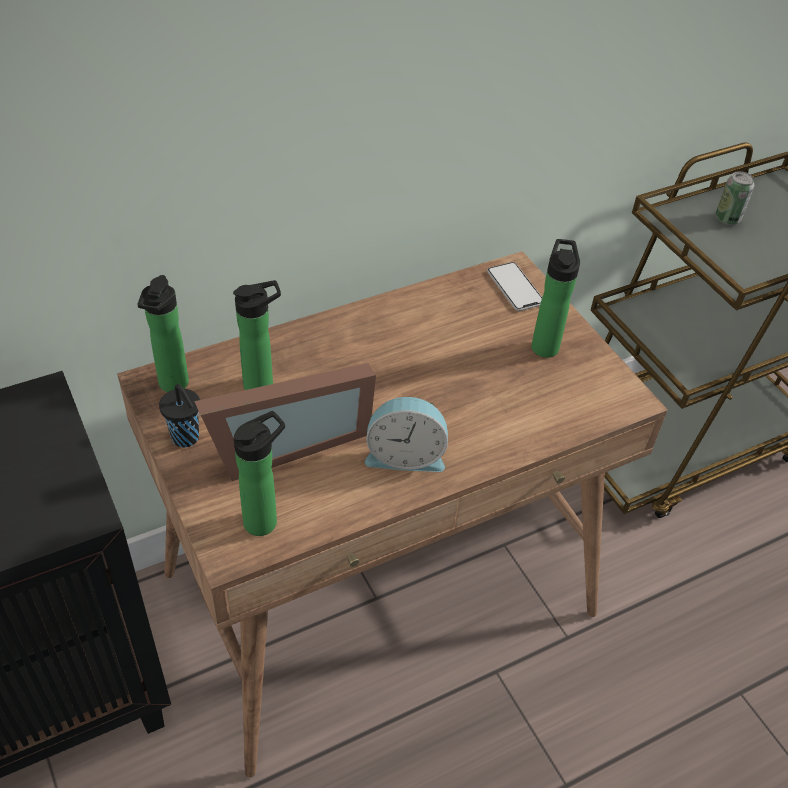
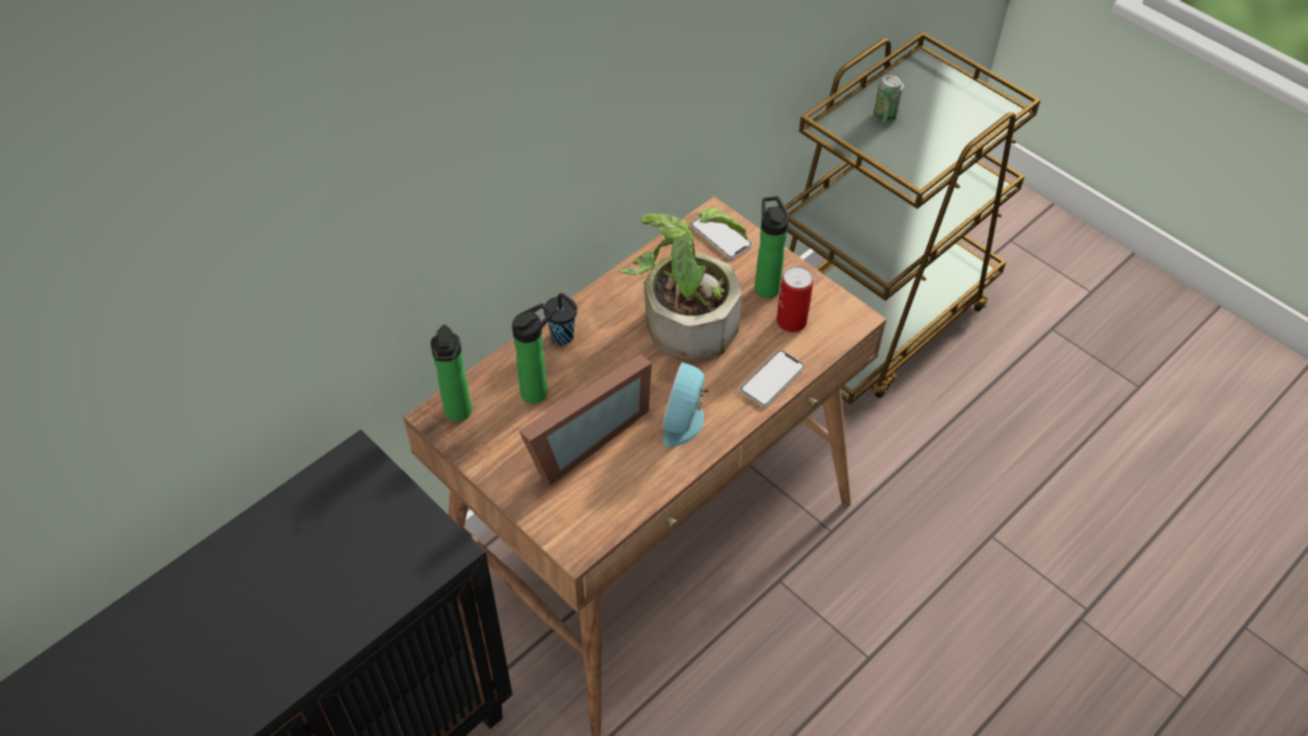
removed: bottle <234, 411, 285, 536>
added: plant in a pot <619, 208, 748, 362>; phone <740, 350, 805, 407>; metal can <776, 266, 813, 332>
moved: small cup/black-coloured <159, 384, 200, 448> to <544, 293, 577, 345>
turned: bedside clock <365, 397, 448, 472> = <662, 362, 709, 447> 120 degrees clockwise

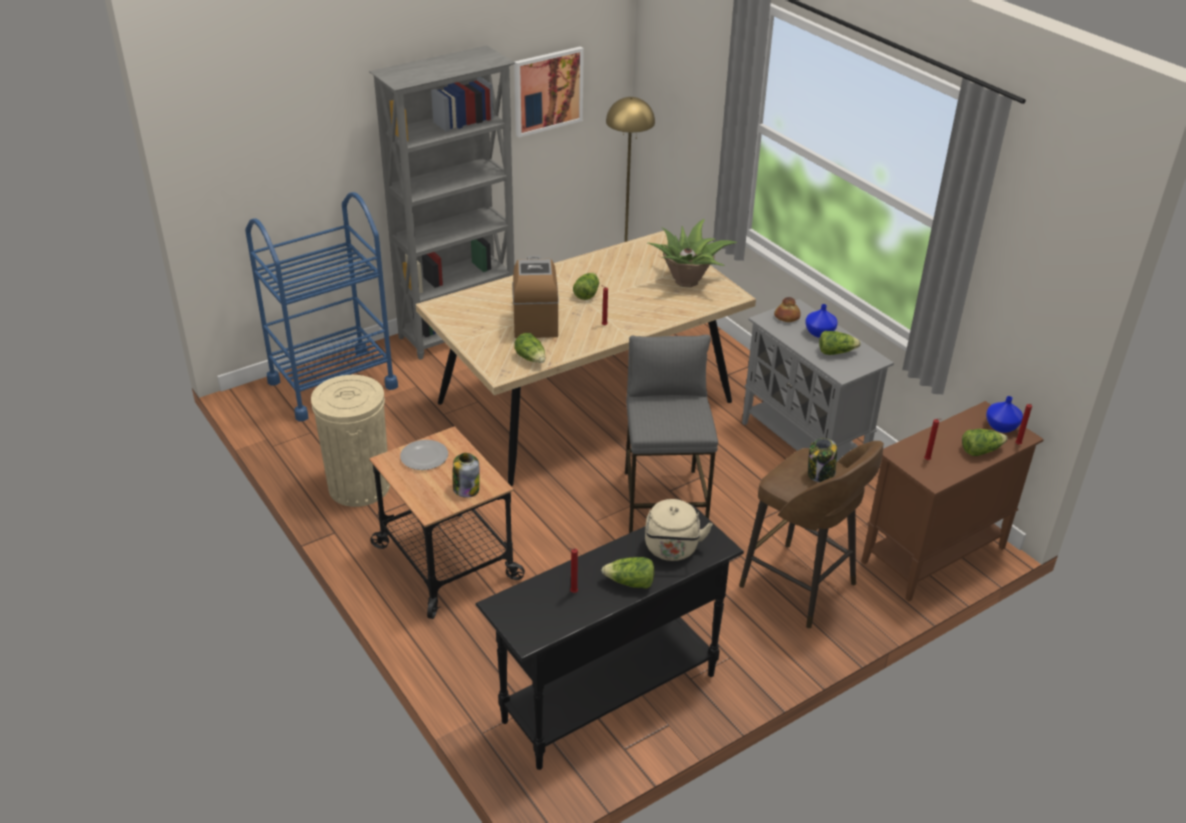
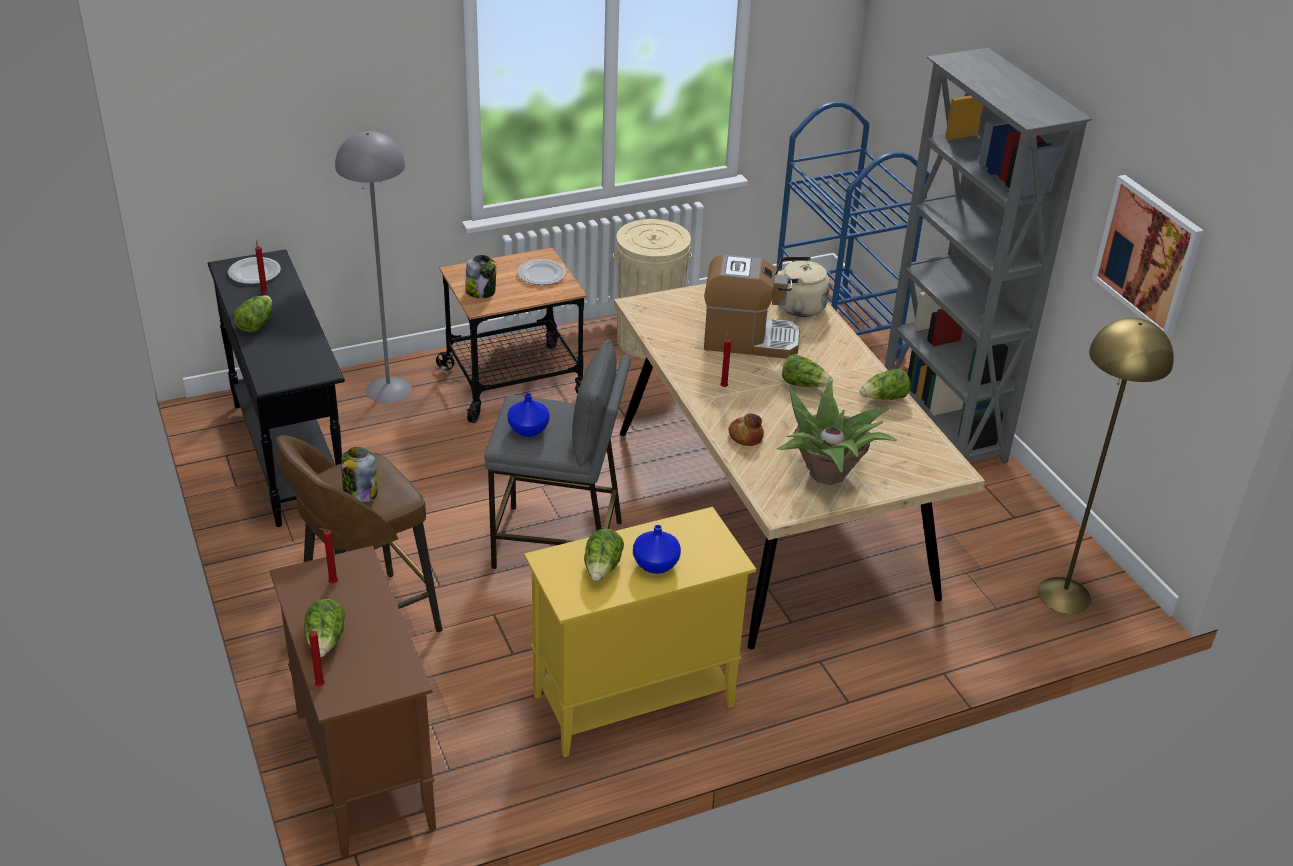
added: flat dish <228, 257, 281, 284>; standard lamp/greyish <335, 131, 412, 403>
moved: decorative vase/blue <986, 396, 1023, 433> to <507, 393, 550, 437>; baked bread <774, 297, 801, 322> to <728, 414, 764, 446>; water kettle/beige <645, 499, 713, 561> to <775, 256, 830, 317>; lettuce head <515, 333, 546, 363> to <860, 369, 911, 400>
recoloured: cupboard/greyish <742, 299, 894, 461> to cupboard/yellow <524, 507, 756, 757>

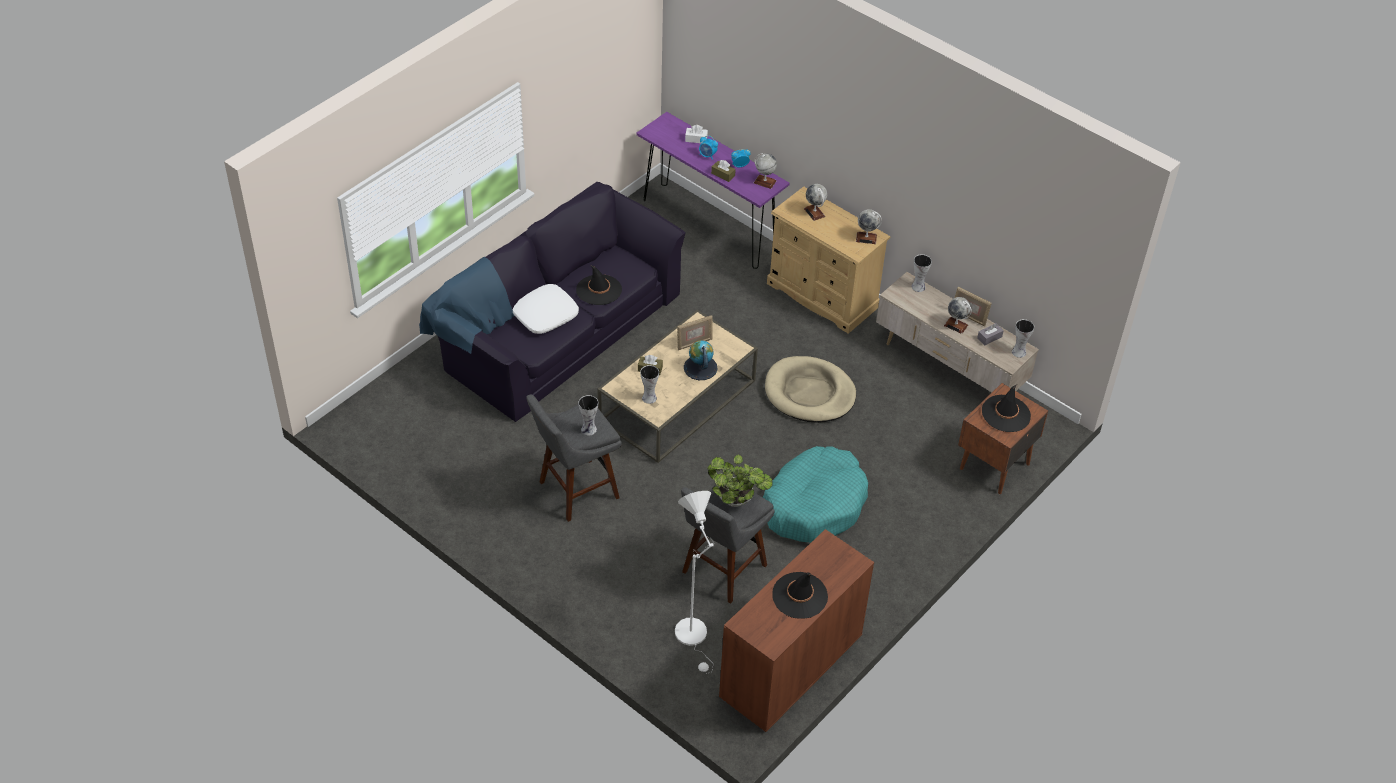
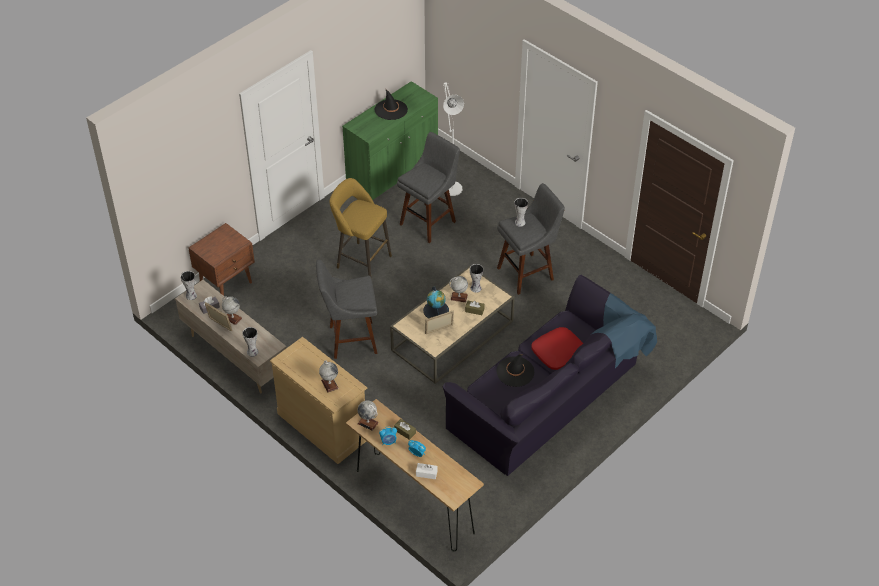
removed: plant in a pot <707, 455, 773, 507>; hat/black-coloured <982, 384, 1031, 432>
moved: desk globe <856, 209, 882, 244> to <449, 276, 468, 302>
replaced: dog cushion/beige <765, 356, 856, 423> to stool seat/greyish <316, 260, 377, 359>; dog cushion/turquoise <763, 446, 868, 542> to stool seat/yellow <329, 178, 392, 277>
recoloured: cupboard/brown-coloured <719, 529, 874, 733> to cupboard/green <342, 81, 438, 200>; hall table/purple-coloured <636, 112, 790, 269> to hall table/brown-coloured <346, 399, 484, 551>; throw pillow/white-coloured <512, 284, 579, 334> to throw pillow/red <531, 327, 583, 370>

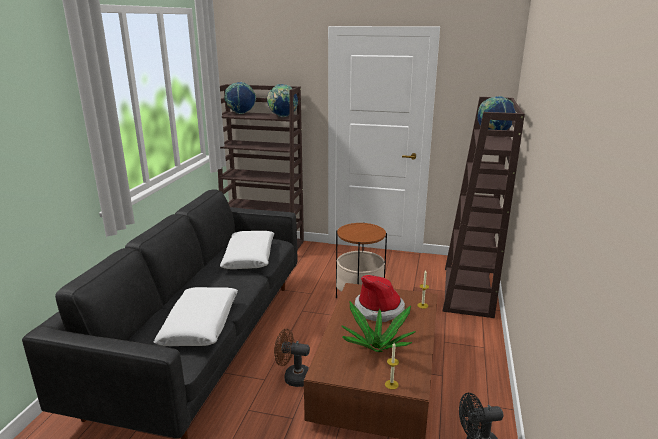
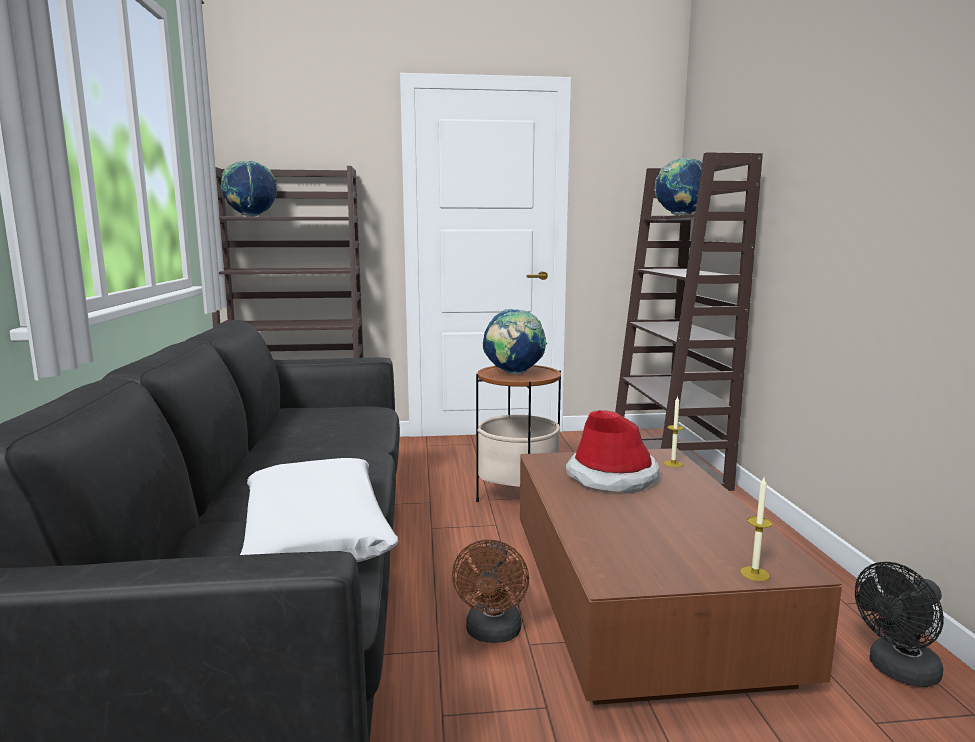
removed: throw pillow/white-coloured <220, 231, 274, 269>; plant in a pot <342, 302, 416, 352>
moved: desk globe <267, 84, 298, 117> to <482, 309, 547, 375>
turned: fan/brown-coloured <274, 329, 310, 387> = <452, 539, 529, 643> 75 degrees counterclockwise

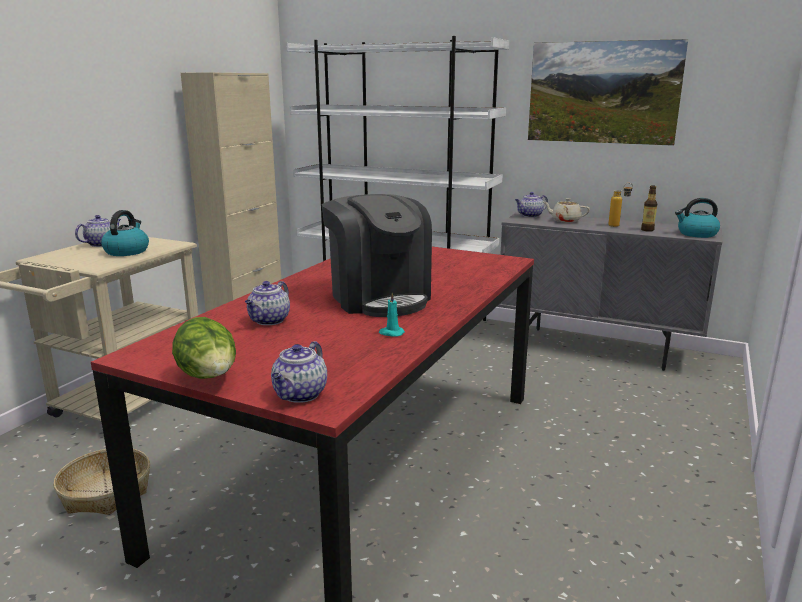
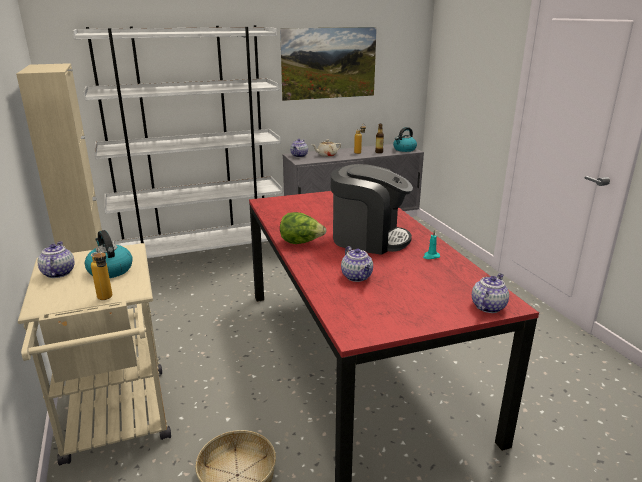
added: bottle <91, 248, 112, 300>
moved: lettuce head <172, 317, 236, 379> to <280, 212, 326, 244>
turned: pot for tea <271, 341, 327, 403> = <472, 273, 509, 313> 120 degrees counterclockwise

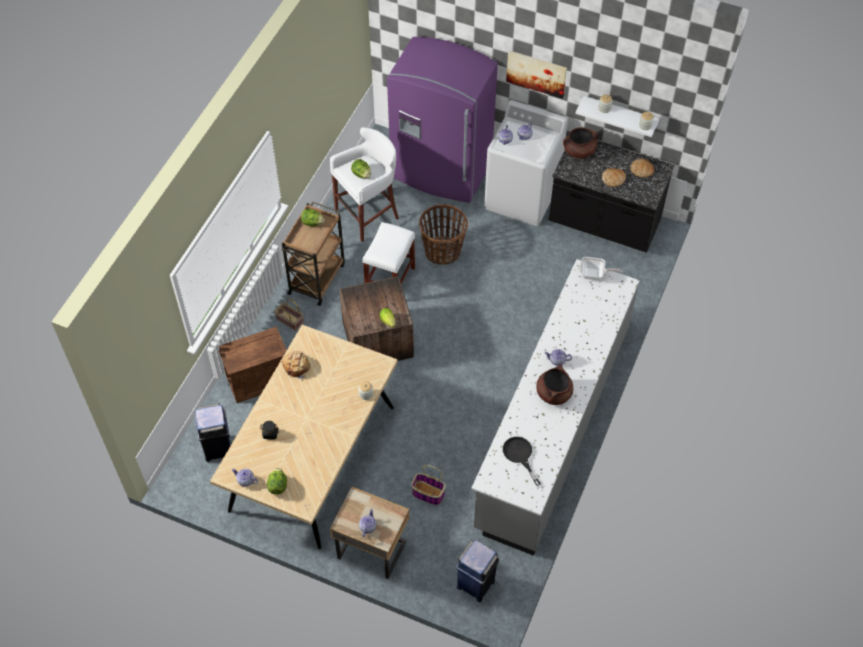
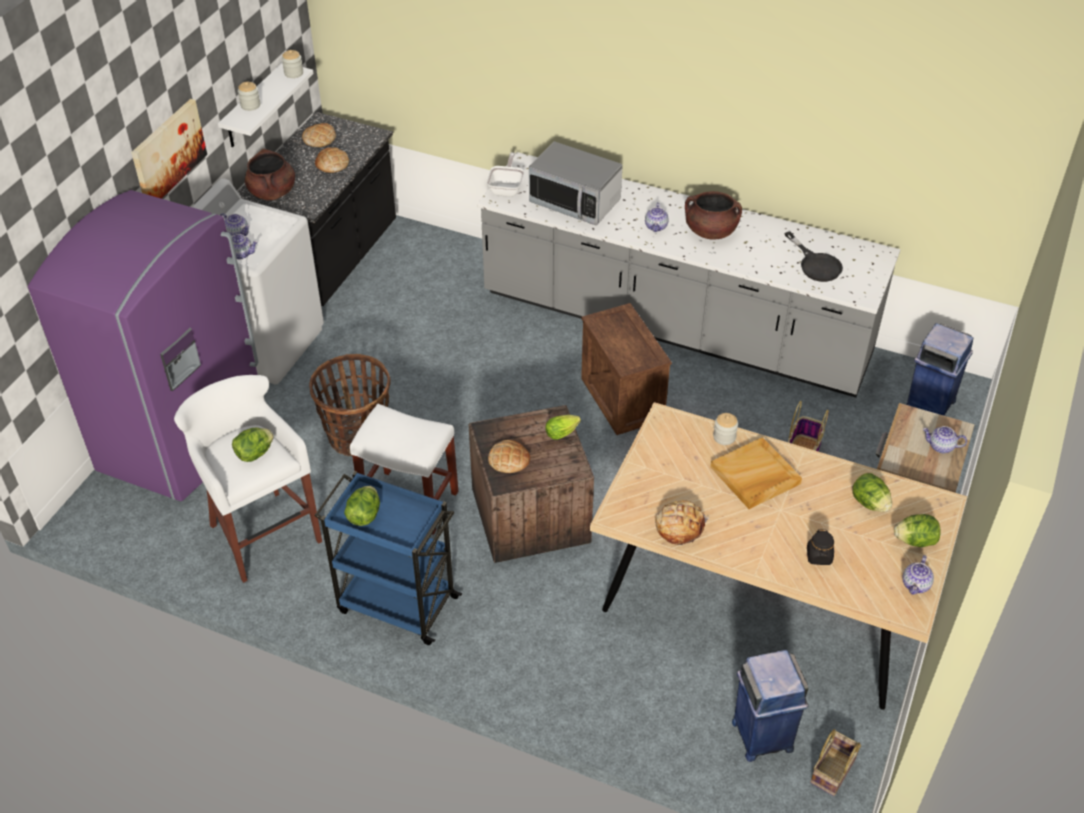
added: baked bread <488, 440, 530, 473>; kitchen microwave <529, 141, 623, 225>; carrying tray/beige <710, 437, 802, 509>; lettuce head <852, 473, 892, 512>
moved: shipping crate <219, 326, 287, 403> to <581, 303, 672, 435>; household basket <274, 299, 304, 331> to <810, 729, 861, 796>
recoloured: trolley/brown-coloured <282, 201, 345, 306> to trolley/blue <314, 471, 462, 645>
turned: skillet/black-coloured <503, 437, 541, 486> = <785, 231, 843, 282> 90 degrees counterclockwise

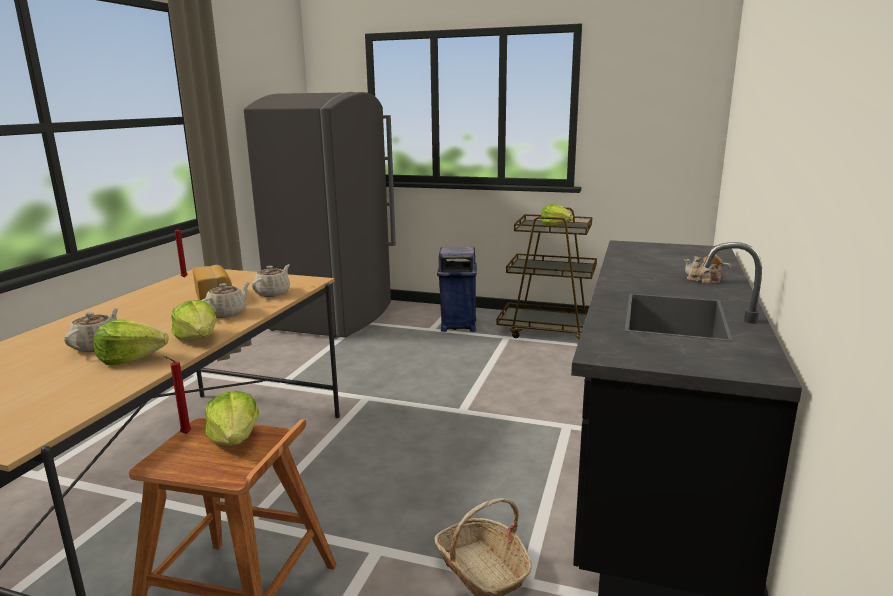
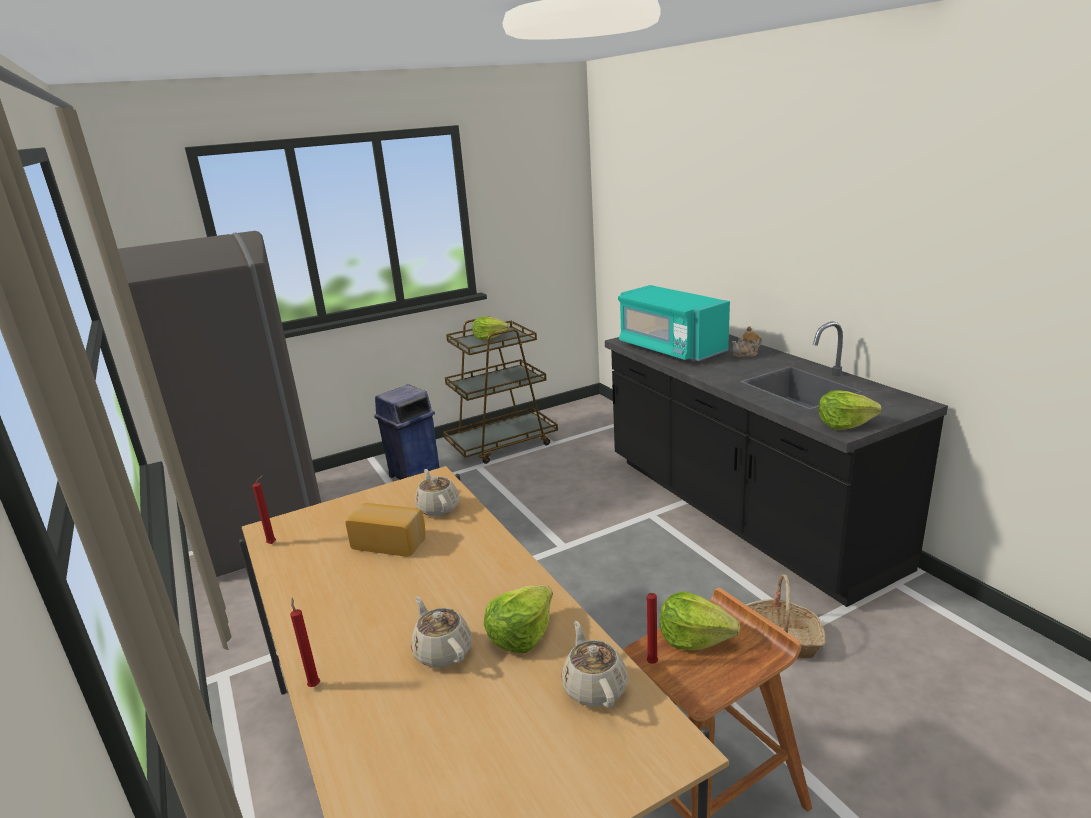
added: wax candle/red <290, 598, 320, 687>; kitchen microwave/turquoise <618, 285, 730, 361>
moved: pot for tea/beige <201, 282, 250, 318> to <561, 621, 628, 708>; lettuce head <171, 300, 217, 341> to <819, 390, 882, 430>

